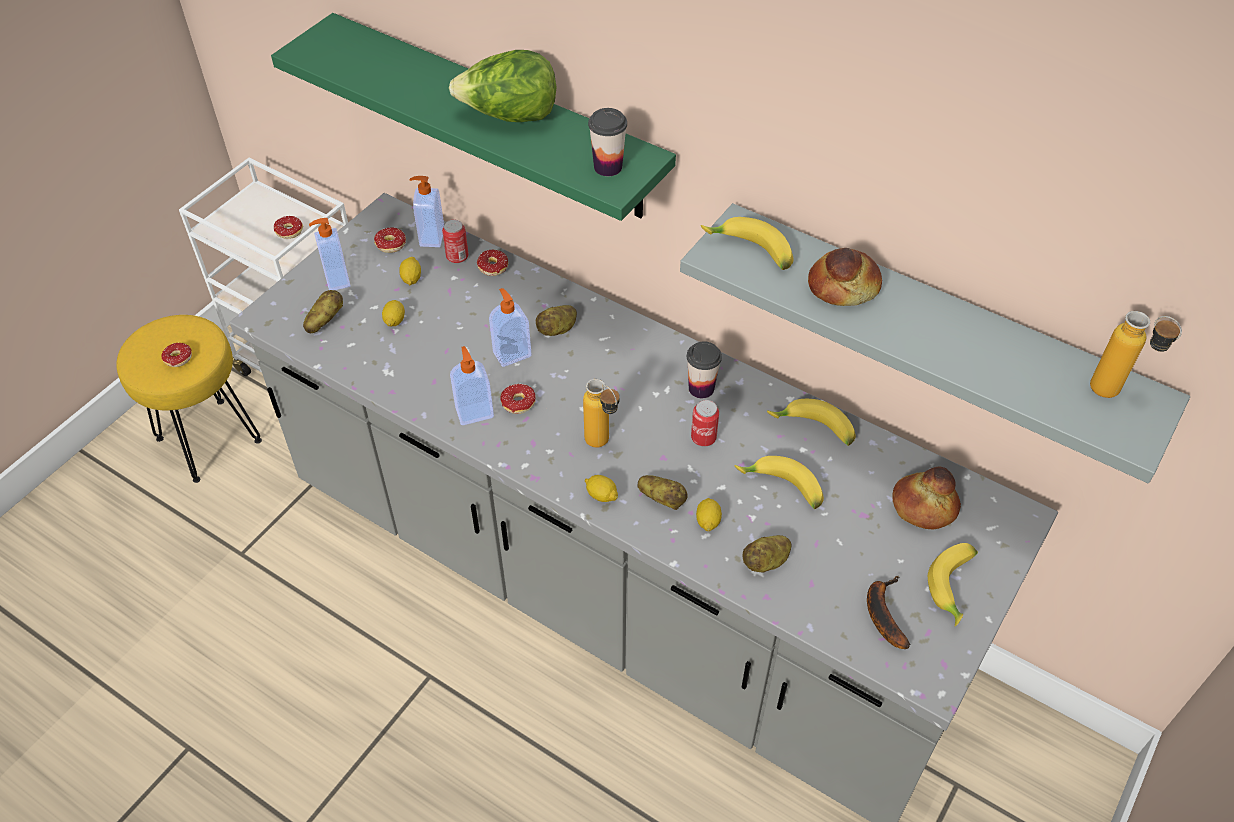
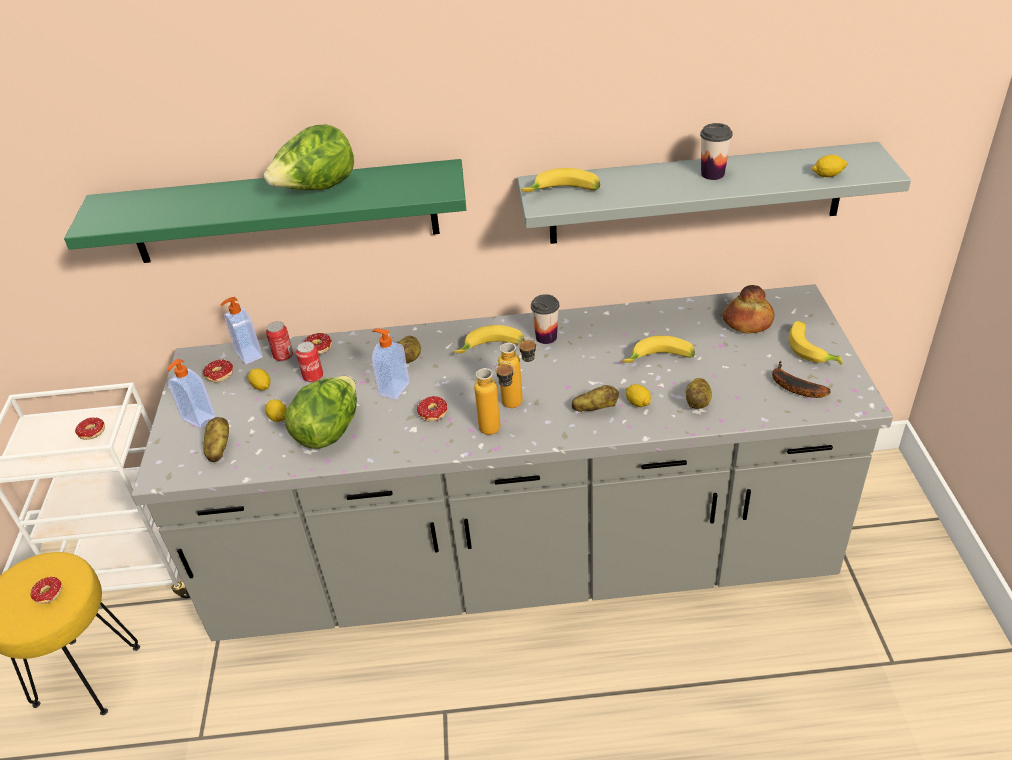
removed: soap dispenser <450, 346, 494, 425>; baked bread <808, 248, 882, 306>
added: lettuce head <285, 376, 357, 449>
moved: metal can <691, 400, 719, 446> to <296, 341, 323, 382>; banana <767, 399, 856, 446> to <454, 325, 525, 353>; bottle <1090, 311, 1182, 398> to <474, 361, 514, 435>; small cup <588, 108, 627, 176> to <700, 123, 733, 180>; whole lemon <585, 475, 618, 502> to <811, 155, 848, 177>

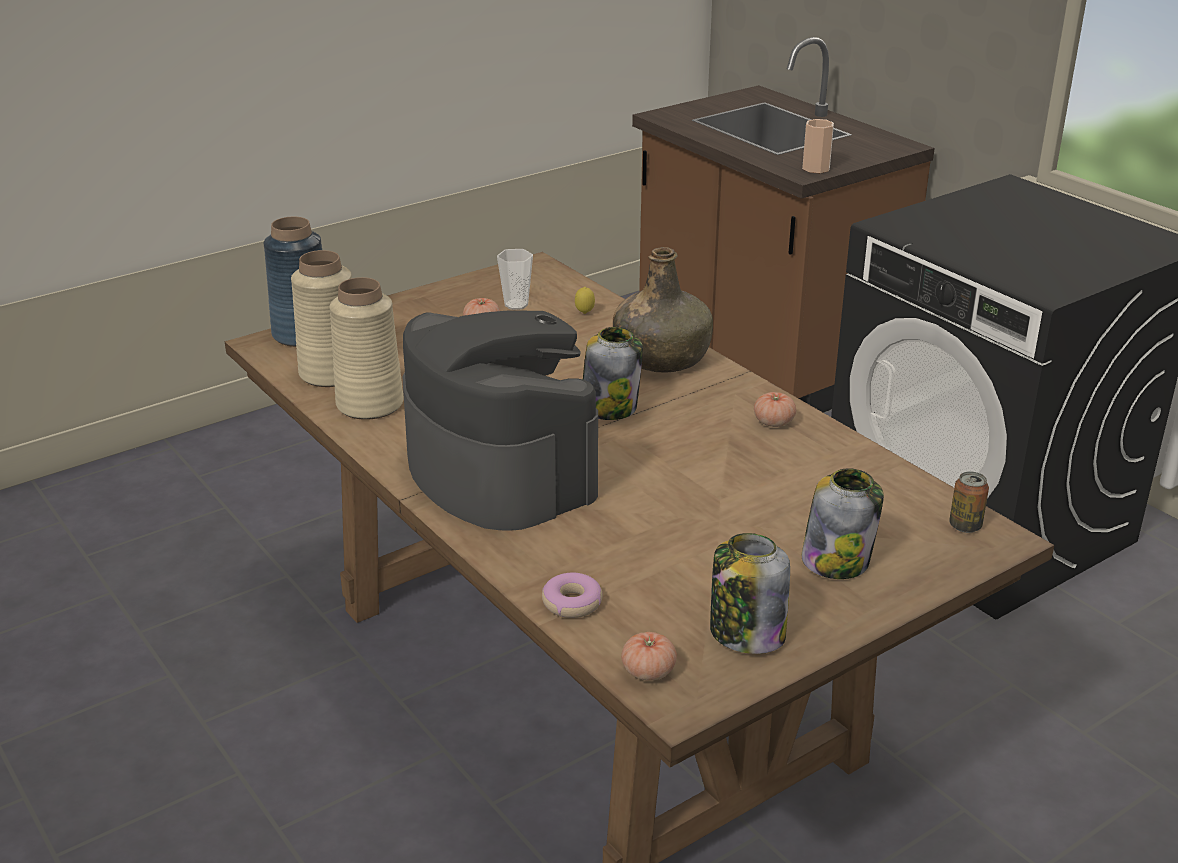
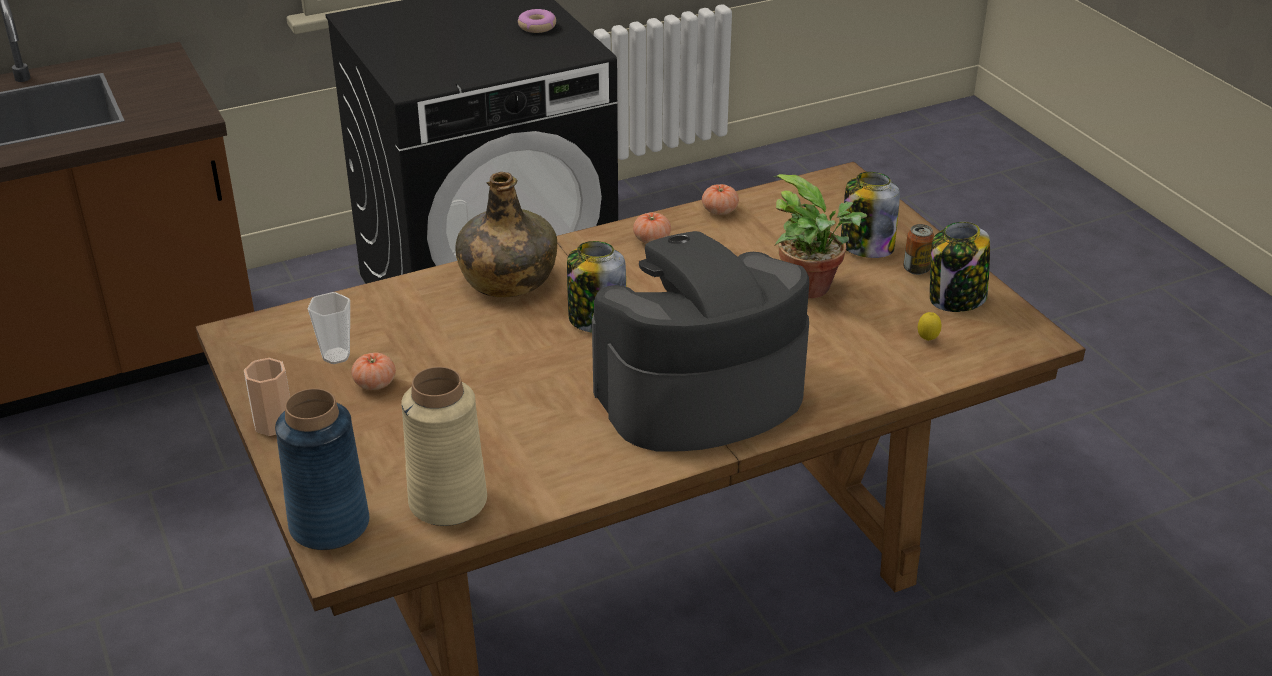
removed: decorative vase/beige <329, 277, 404, 420>
added: plant in a pot <773, 174, 867, 298>
moved: small cup <802, 119, 834, 173> to <244, 358, 290, 436>; doughnut <542, 573, 603, 618> to <518, 9, 556, 33>; fresh tomato <621, 632, 677, 681> to <702, 184, 739, 215>; metal can <949, 472, 989, 533> to <903, 224, 934, 275>; whole lemon <575, 287, 595, 314> to <918, 312, 941, 341>

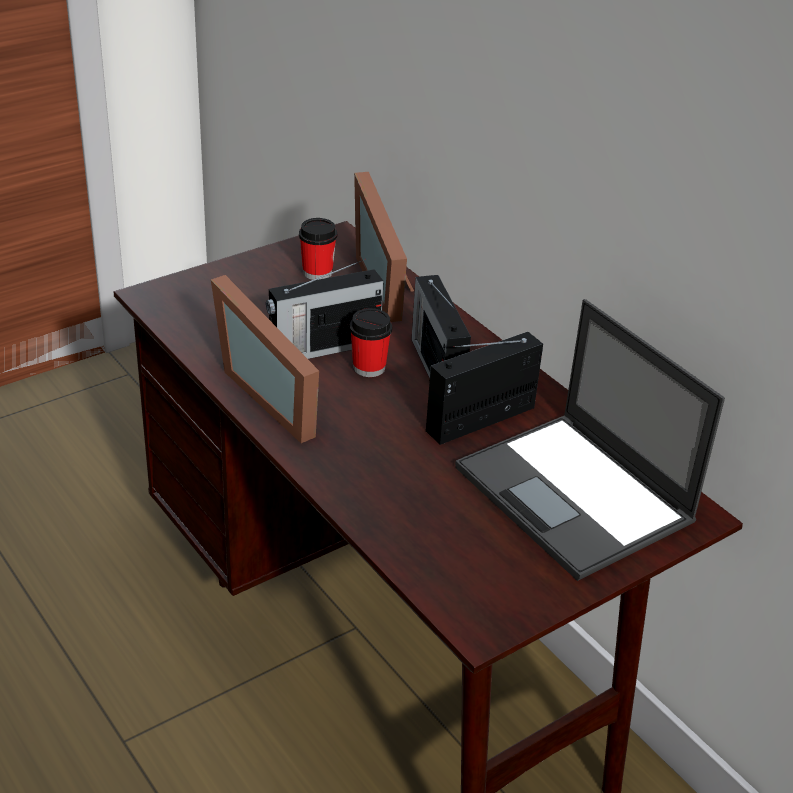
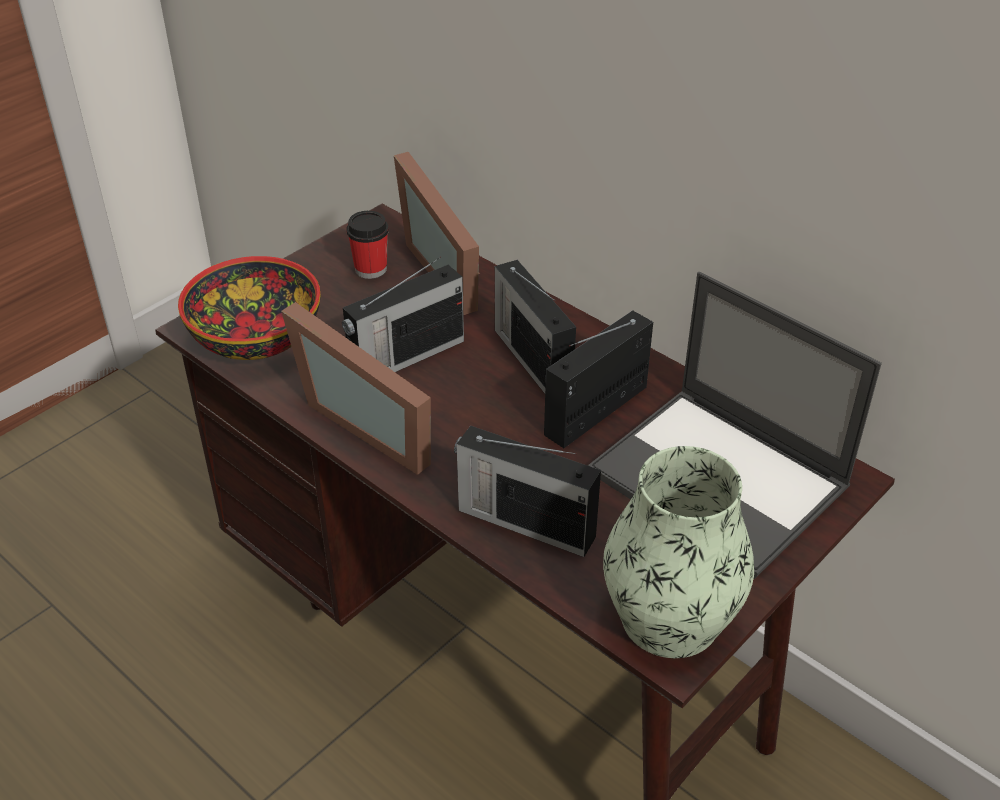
removed: small cup <350, 308, 392, 377>
added: deep dish <178, 256, 321, 360>; radio receiver <454, 425, 601, 557>; decorative vase <603, 446, 754, 658>

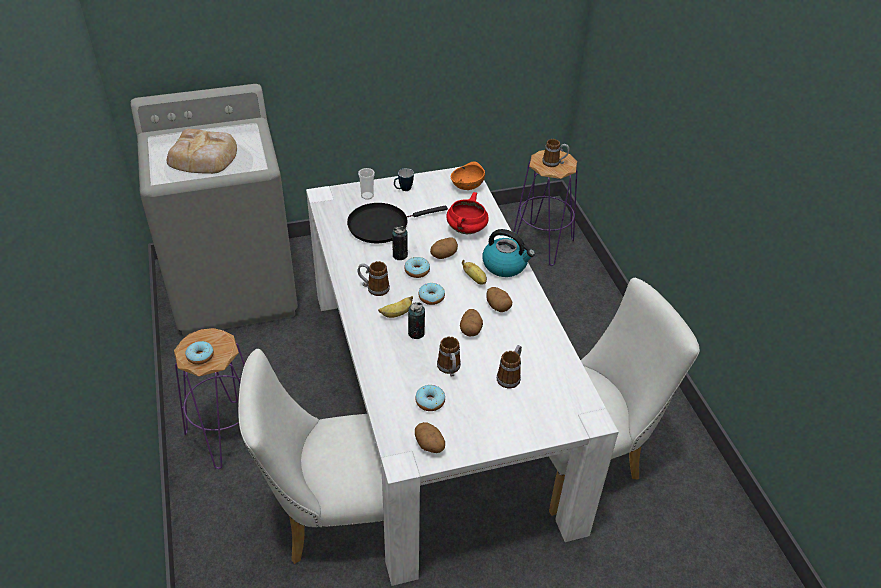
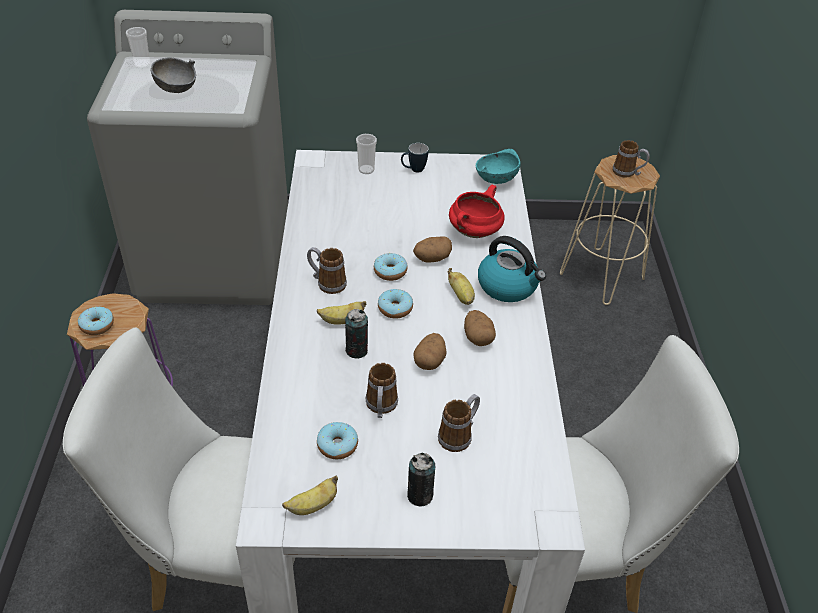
removed: skillet/black-coloured <347, 203, 448, 243>
added: small cup <126, 27, 150, 68>
moved: metal can <392, 226, 408, 260> to <407, 453, 435, 506>
replaced: baked bread <167, 129, 237, 174> to deep dish/greyish <151, 57, 196, 93>; spud <415, 422, 445, 453> to banana <282, 476, 338, 515>
recoloured: deep dish/orangey <451, 161, 485, 190> to deep dish/turquoise <476, 149, 521, 184>; stool seat/purple-coloured <513, 150, 577, 266> to stool seat/beige <560, 155, 660, 305>

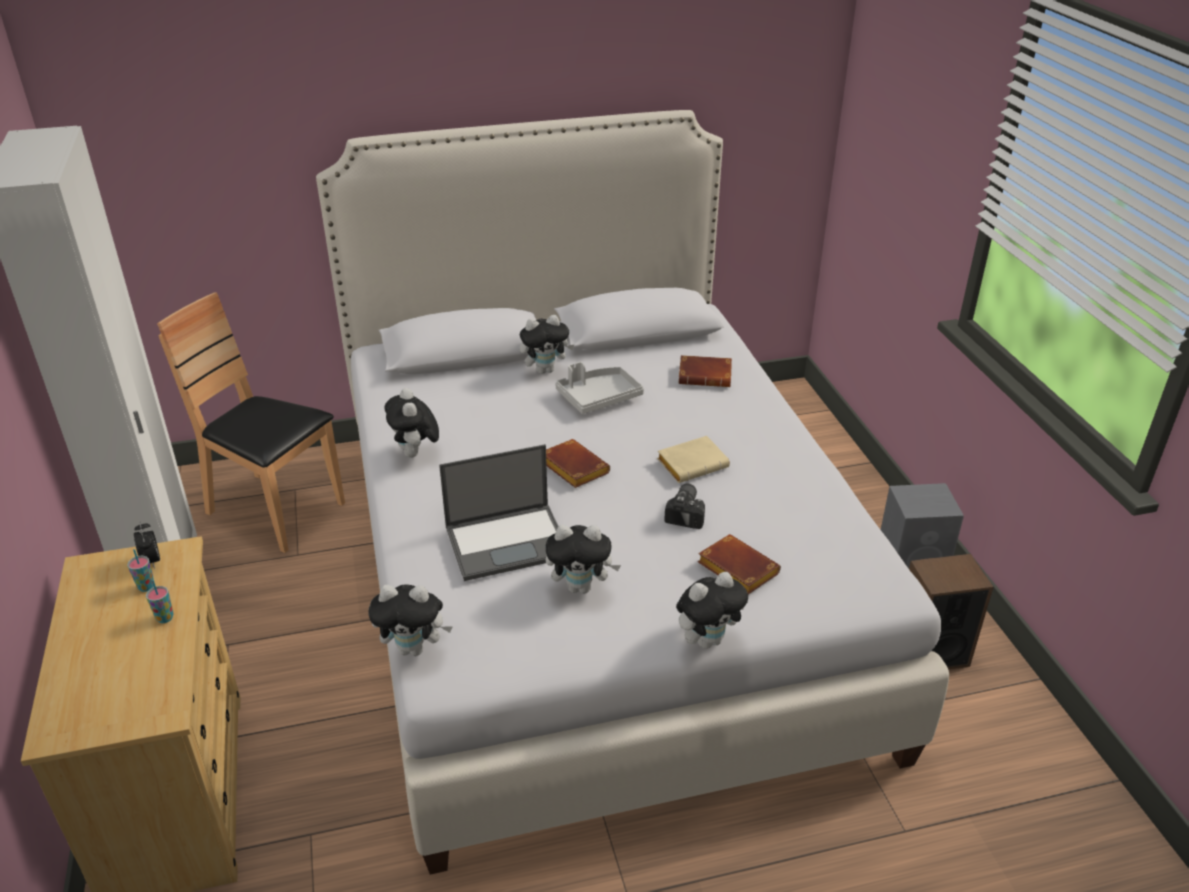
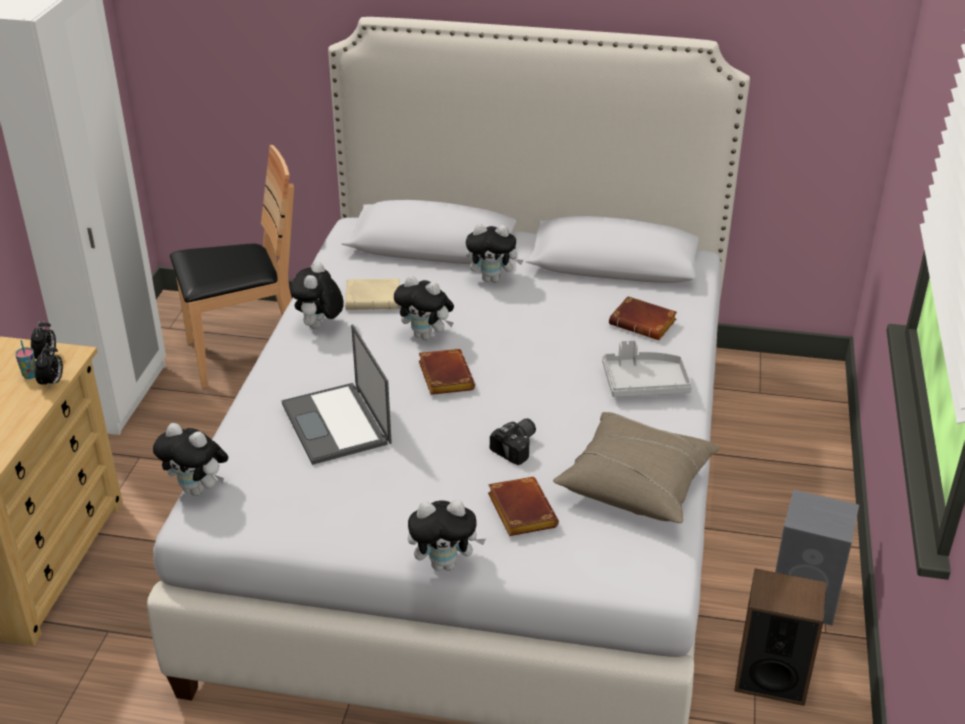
removed: small cup <146, 580, 173, 623>
added: bedside clock <35, 344, 63, 390>; throw pillow/beige <553, 412, 720, 523>
moved: volume/beige <657, 436, 730, 483> to <345, 278, 400, 310>; plush toy <546, 525, 621, 594> to <394, 275, 454, 340>; carrying tray/greyish <555, 362, 644, 414> to <602, 340, 692, 397>
turned: plain chair/brown-coloured <157, 292, 345, 553> = <170, 145, 294, 388> 105 degrees clockwise; portable computer <439, 444, 558, 581> = <282, 324, 392, 465> 60 degrees clockwise

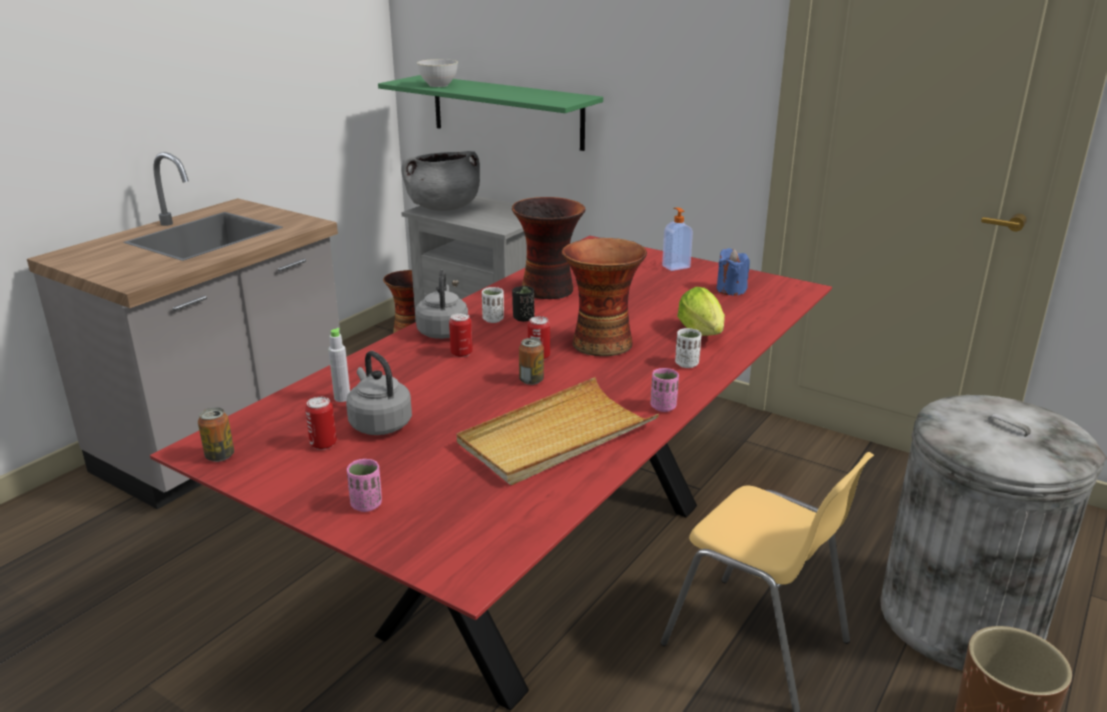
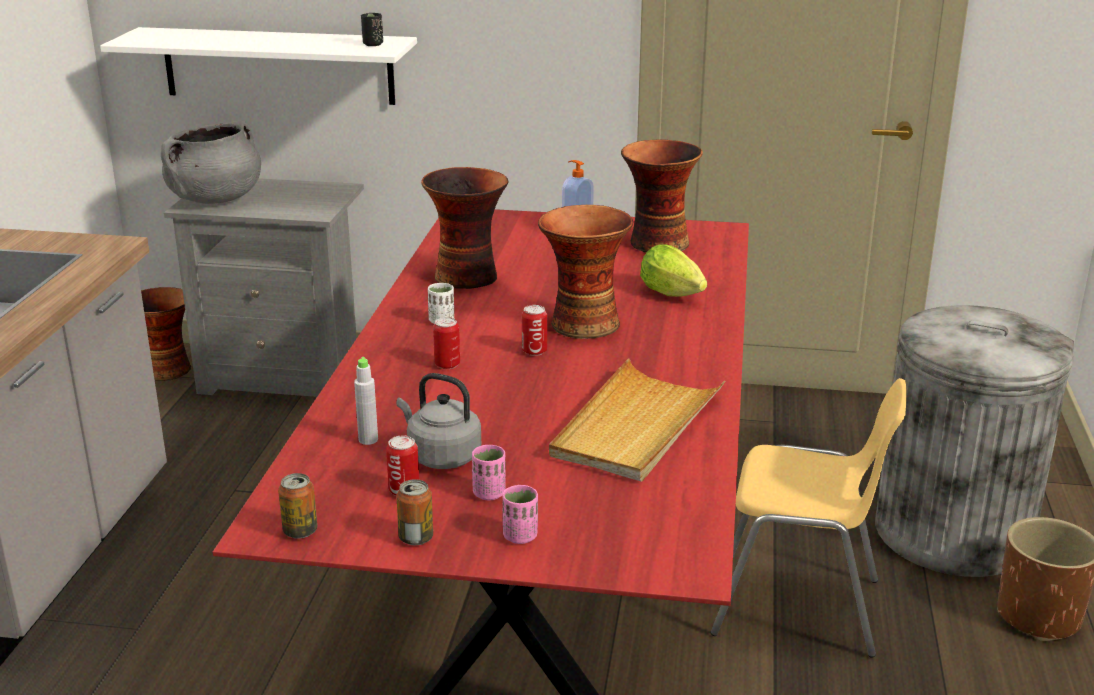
removed: water kettle/greyish <415, 270, 468, 339>; deep dish/greyish <417, 59, 458, 87>; small cup/white-coloured <675, 328, 702, 368>
moved: small cup/black-coloured <512, 286, 534, 322> to <361, 13, 383, 46>; metal can <519, 338, 544, 385> to <397, 479, 433, 545>; small cup/pinkish <651, 368, 679, 412> to <472, 445, 506, 500>
replaced: wax candle/blue <717, 248, 750, 295> to decorative vase <621, 140, 703, 253>
recoloured: shelf/green <378, 75, 603, 151> to shelf/white-coloured <100, 27, 417, 105>

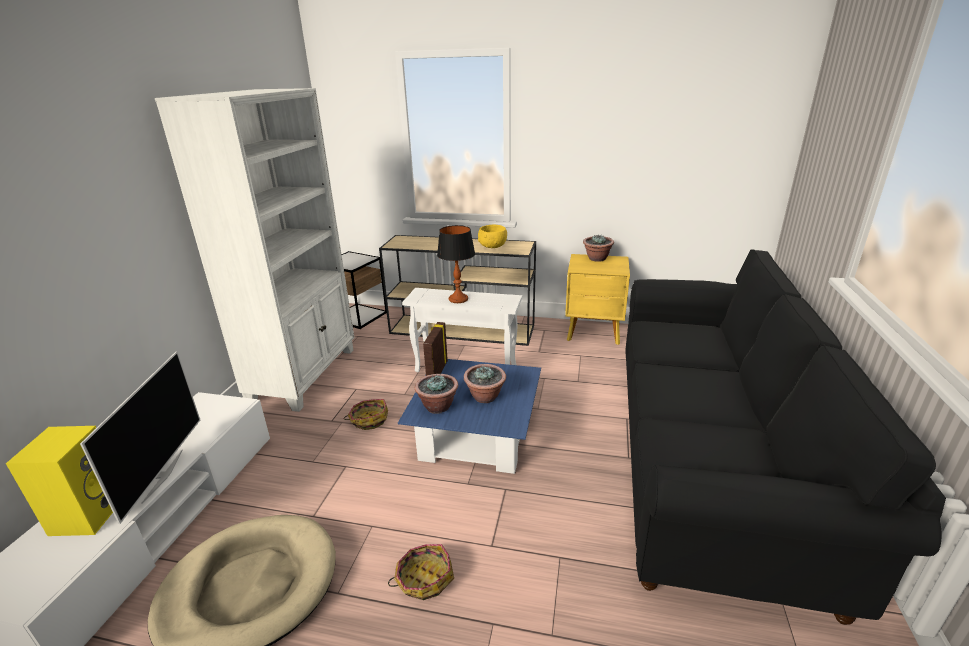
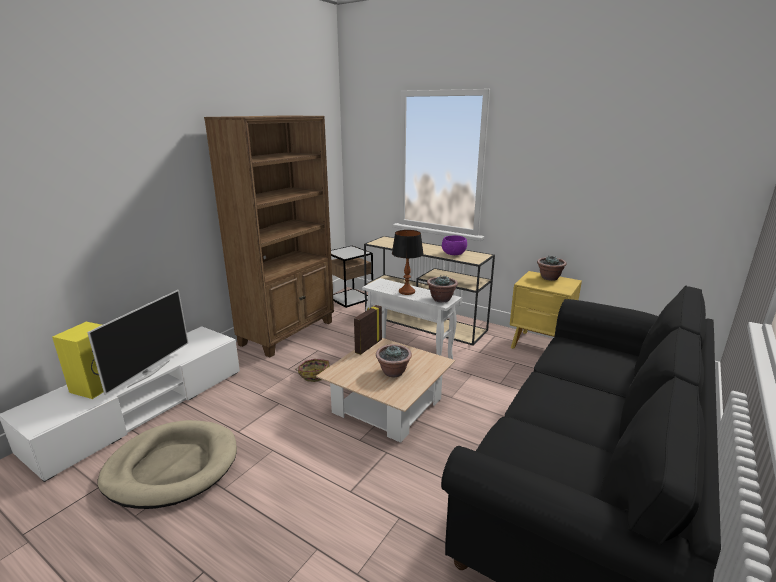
removed: household basket <388, 544, 454, 600>
moved: plant in a pot <415, 374, 458, 414> to <427, 276, 458, 303>
recoloured: bookshelf/white-coloured <155, 88, 355, 412> to bookshelf/brown-coloured <204, 115, 334, 358>; lounge table/blue <398, 359, 541, 474> to lounge table/beige <316, 338, 455, 443>; deep dish/yellow <478, 225, 507, 248> to deep dish/purple-coloured <442, 235, 467, 255>

